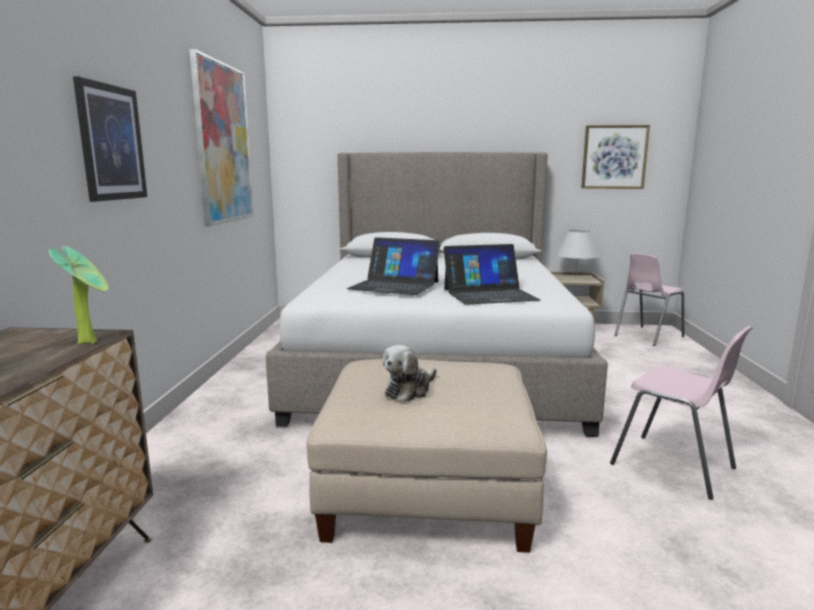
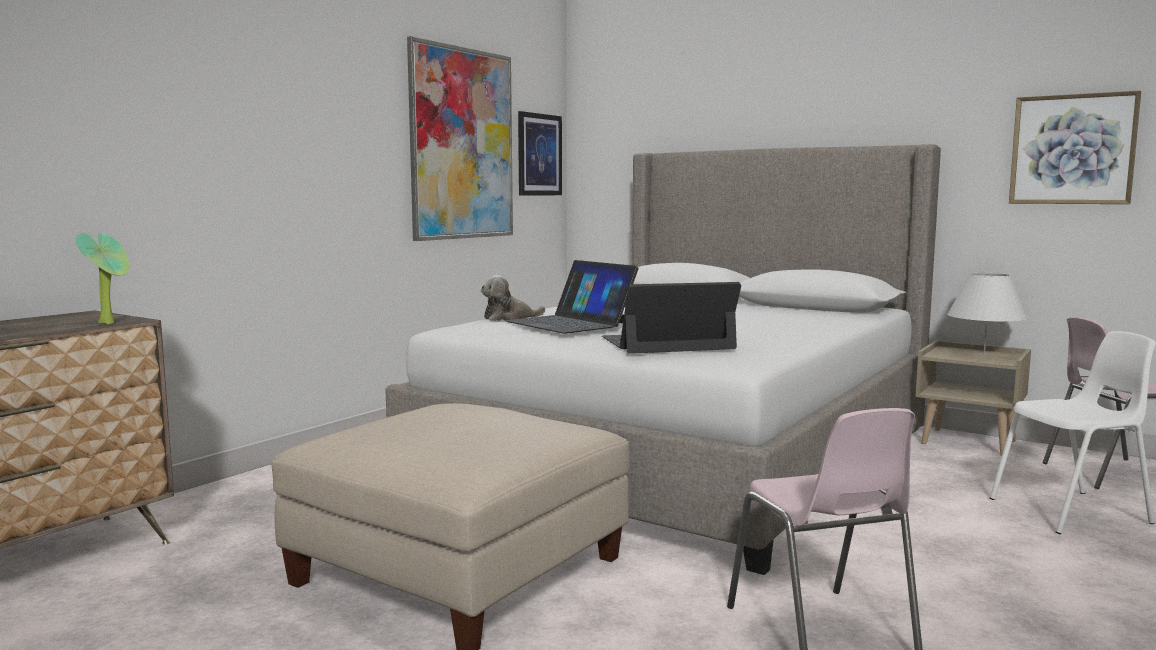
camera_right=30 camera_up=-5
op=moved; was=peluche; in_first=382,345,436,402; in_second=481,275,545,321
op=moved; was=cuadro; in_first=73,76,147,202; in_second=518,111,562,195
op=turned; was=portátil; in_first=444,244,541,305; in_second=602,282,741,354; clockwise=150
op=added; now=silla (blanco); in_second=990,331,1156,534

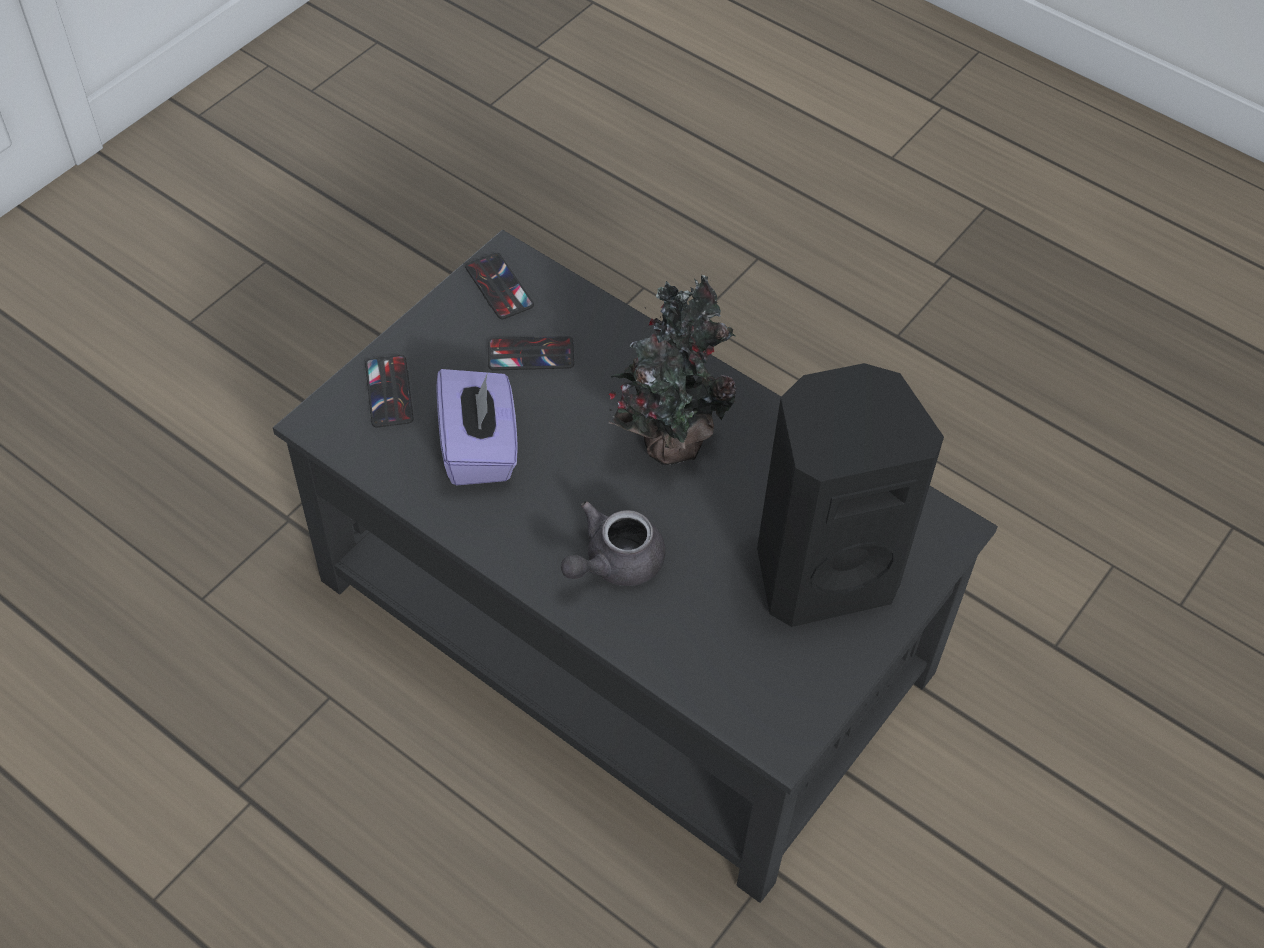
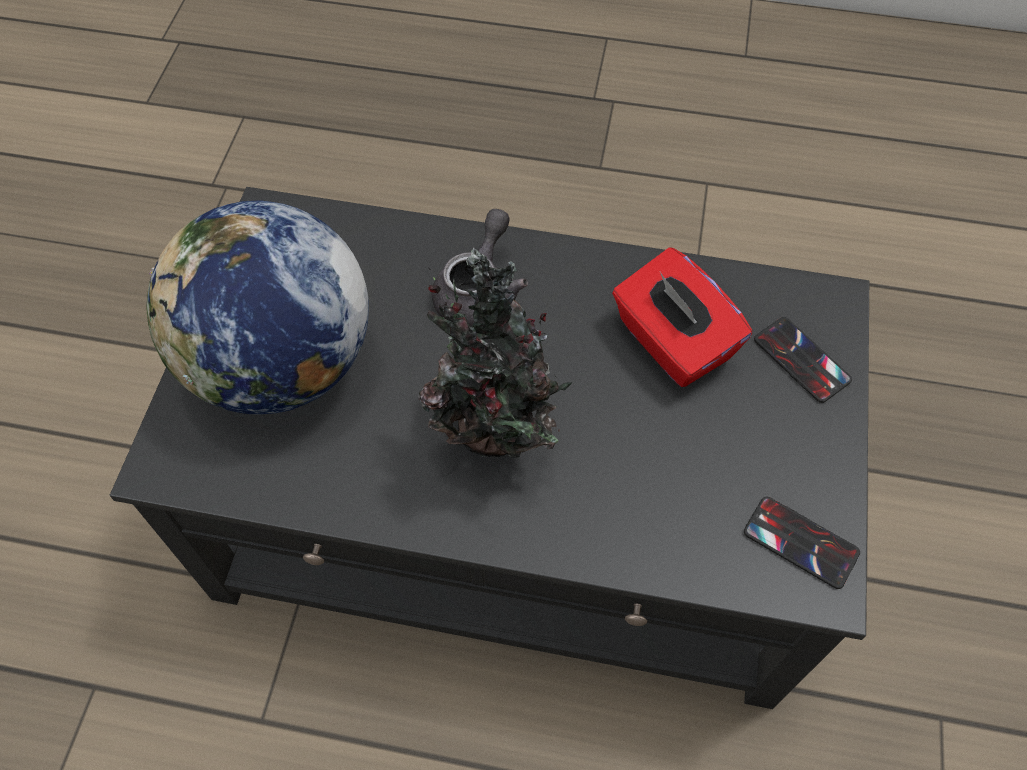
camera_right=155 camera_up=5
op=replaced; was=altavoz (negro); now=globo terráqueo; in_first=757,363,944,627; in_second=146,200,369,415
op=recoloured; was=caja de pañuelos (morado); now=caja de pañuelos (rojo); in_first=436,369,518,486; in_second=612,247,752,387
op=removed; was=móvil; in_first=488,336,574,371

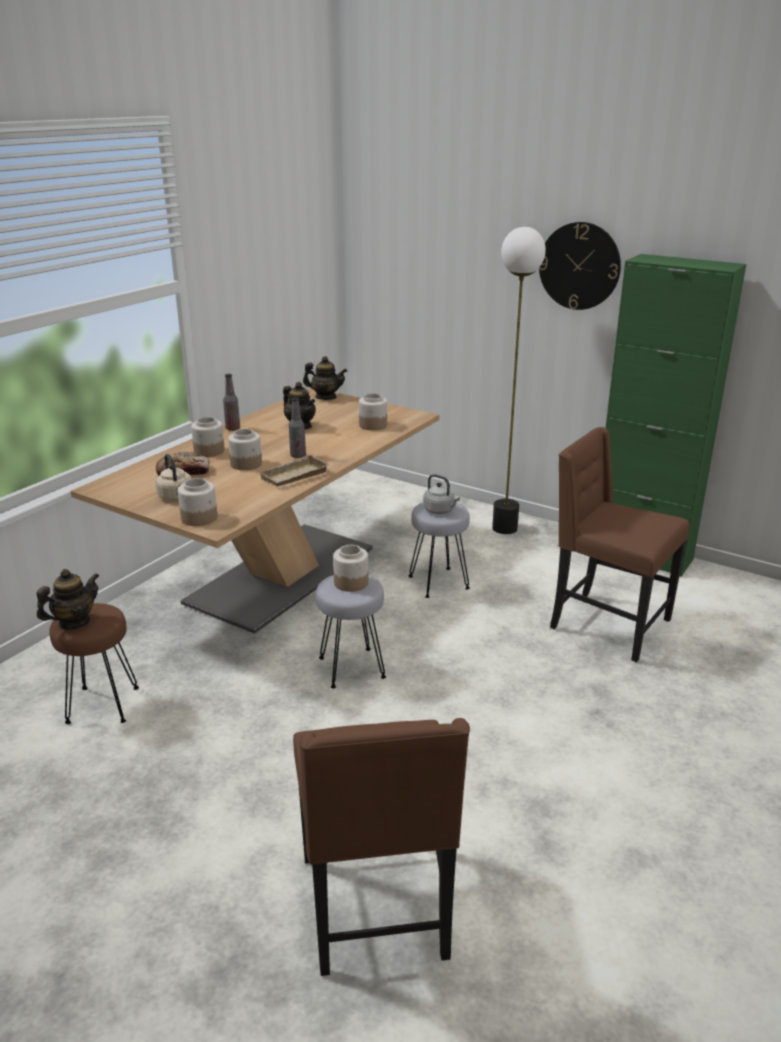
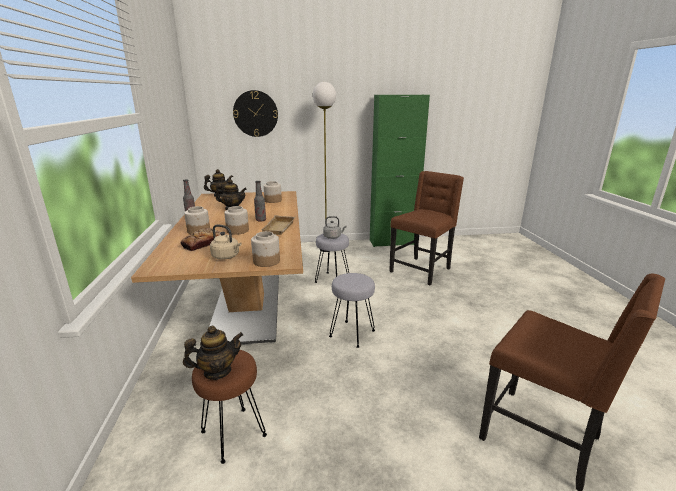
camera_right=-40 camera_up=-5
op=turned; was=tetera; in_first=37,569,99,629; in_second=183,326,244,380; clockwise=60
op=moved; was=reloj de pared; in_first=539,222,621,310; in_second=233,90,278,137
op=turned; was=silla (marrón); in_first=550,427,690,662; in_second=389,171,464,286; clockwise=135
op=removed; was=tarro; in_first=333,545,369,592

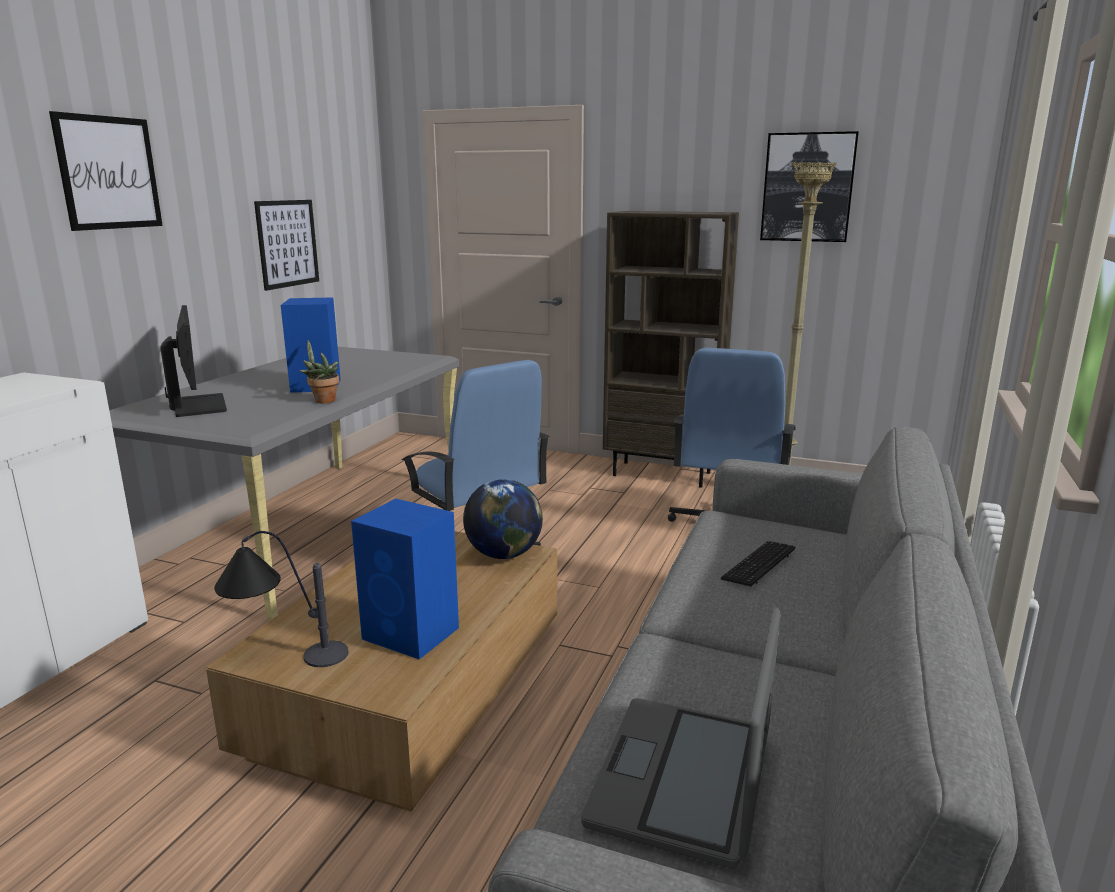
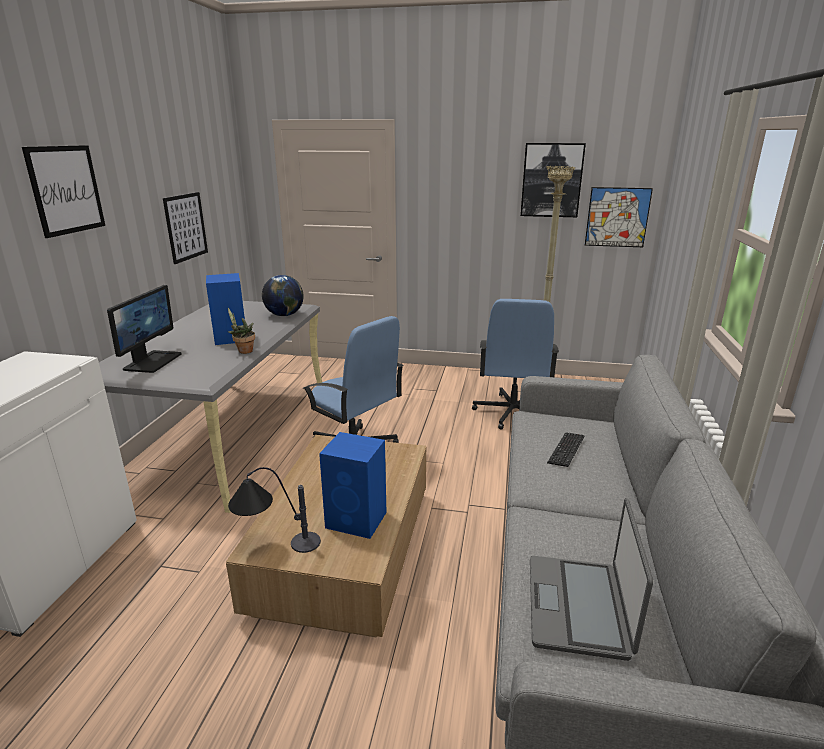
camera_right=-10 camera_up=5
op=turned; was=monitor; in_first=160,305,227,417; in_second=107,285,182,373; clockwise=45
op=moved; was=globo terráqueo; in_first=463,479,543,559; in_second=262,275,304,316
op=added; now=cuadro; in_second=585,187,653,247
op=removed; was=estantería (marrón); in_first=603,211,739,487

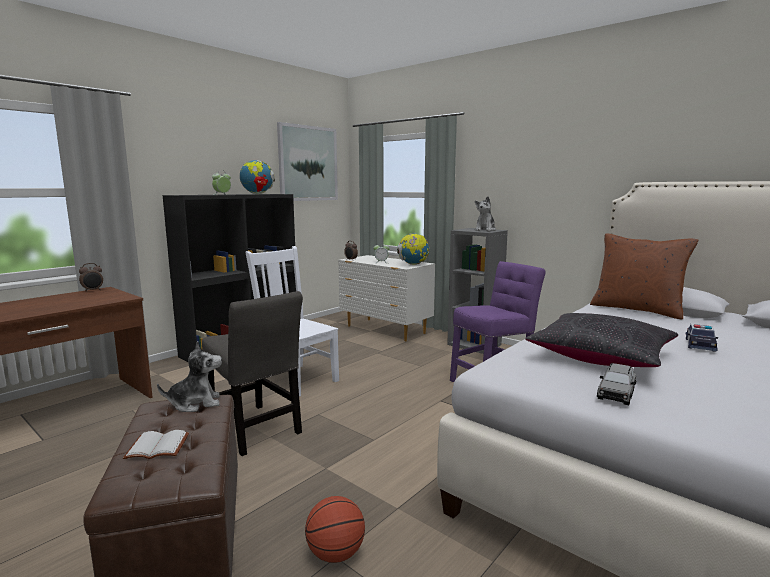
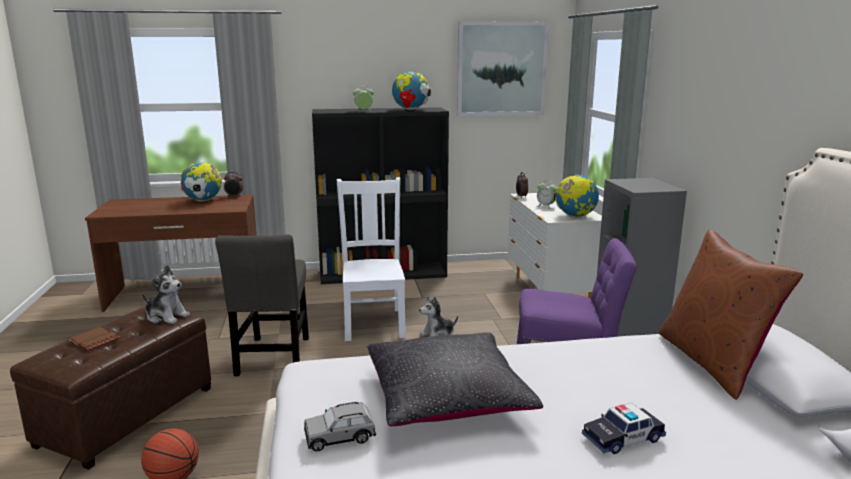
camera_right=40 camera_up=5
op=recoloured; was=libro (blanco); now=libro (marrón); in_first=123,430,189,459; in_second=67,327,120,350
op=added; now=globo terráqueo; in_second=181,163,222,202
op=moved; was=peluche; in_first=475,196,496,231; in_second=419,297,458,337

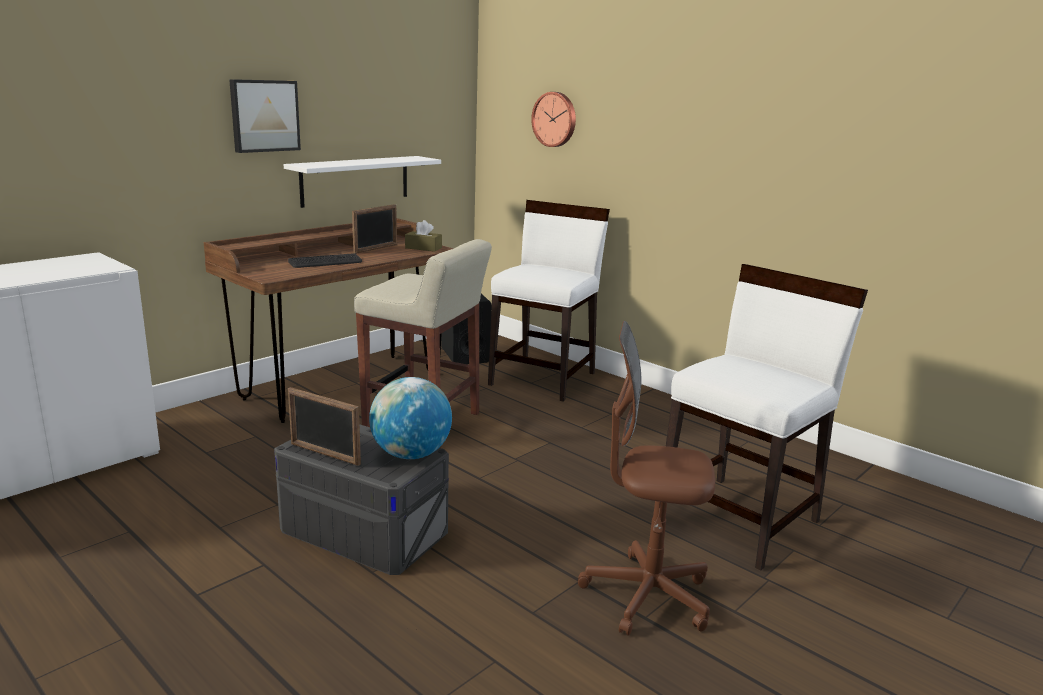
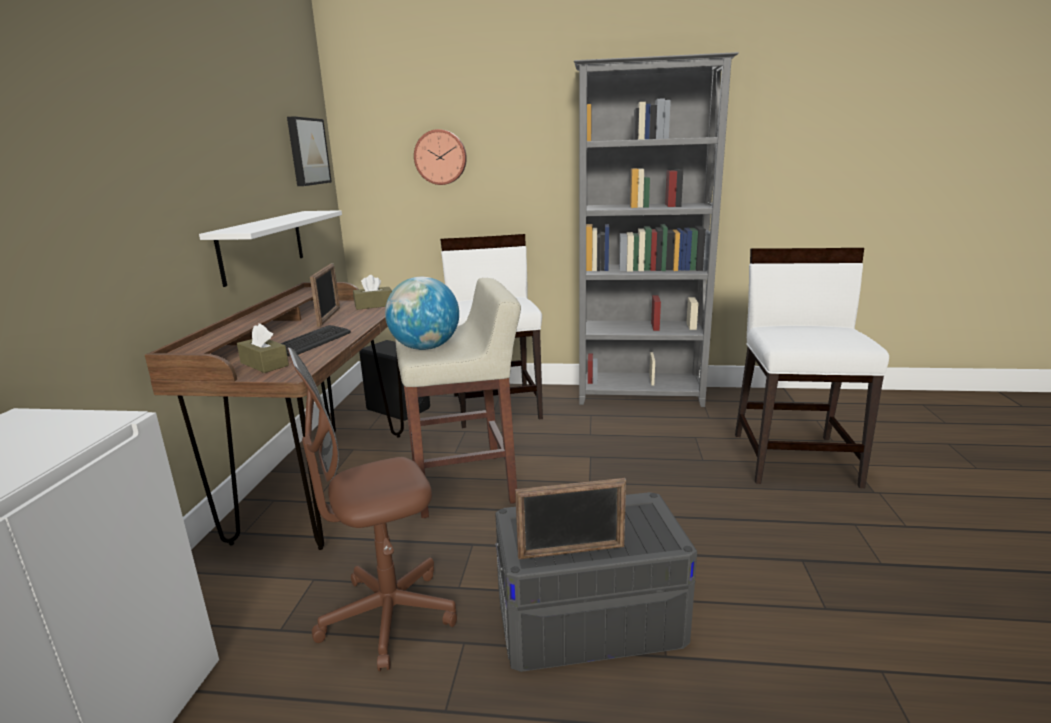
camera_right=-35 camera_up=0
op=added; now=caja de pañuelos (marrón); in_second=237,324,289,373
op=moved; was=cuadro; in_first=229,79,301,153; in_second=287,116,332,186
op=moved; was=silla de oficina (marrón); in_first=578,321,715,636; in_second=288,347,457,671
op=moved; was=globo terráqueo; in_first=369,377,452,459; in_second=385,277,459,350
op=added; now=estantería (gris); in_second=574,52,739,407

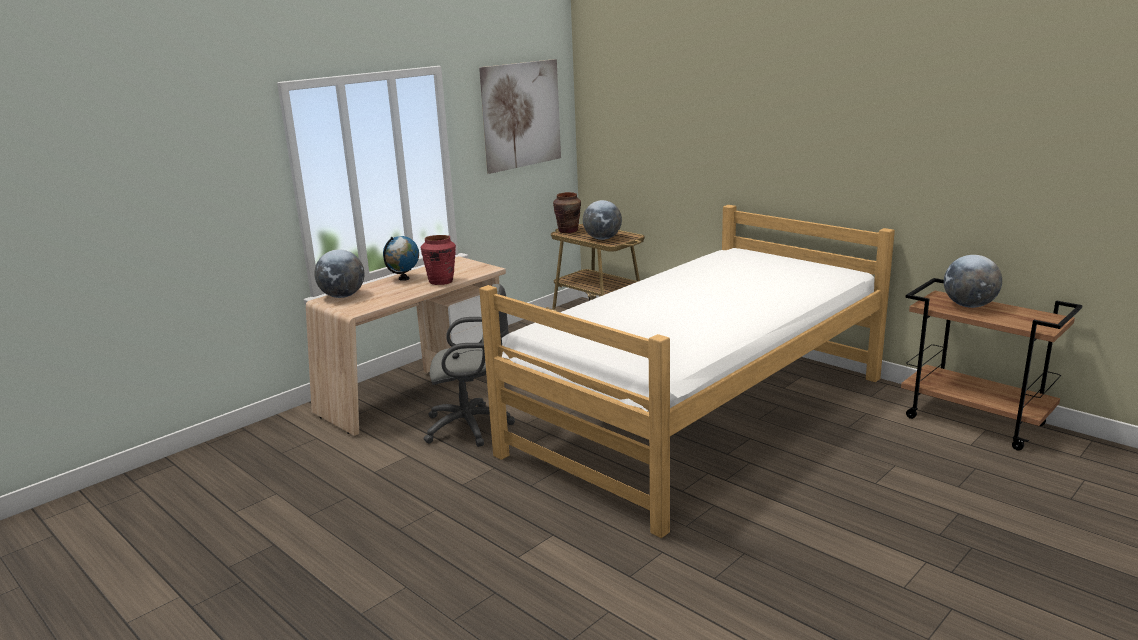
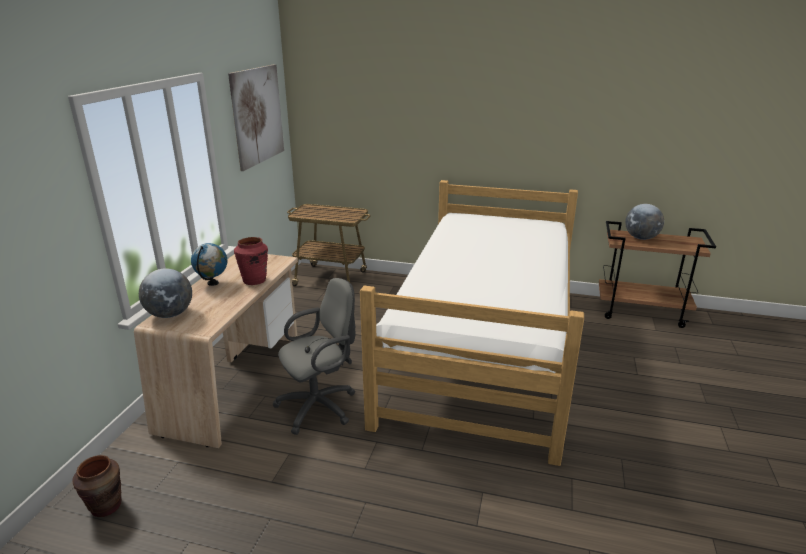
camera_right=-30 camera_up=5
op=moved; was=florero (marrón); in_first=553,192,581,233; in_second=72,455,121,517
op=removed; was=globo terráqueo; in_first=583,200,622,240

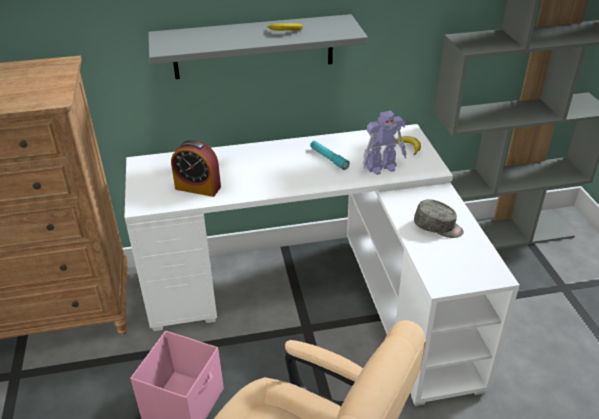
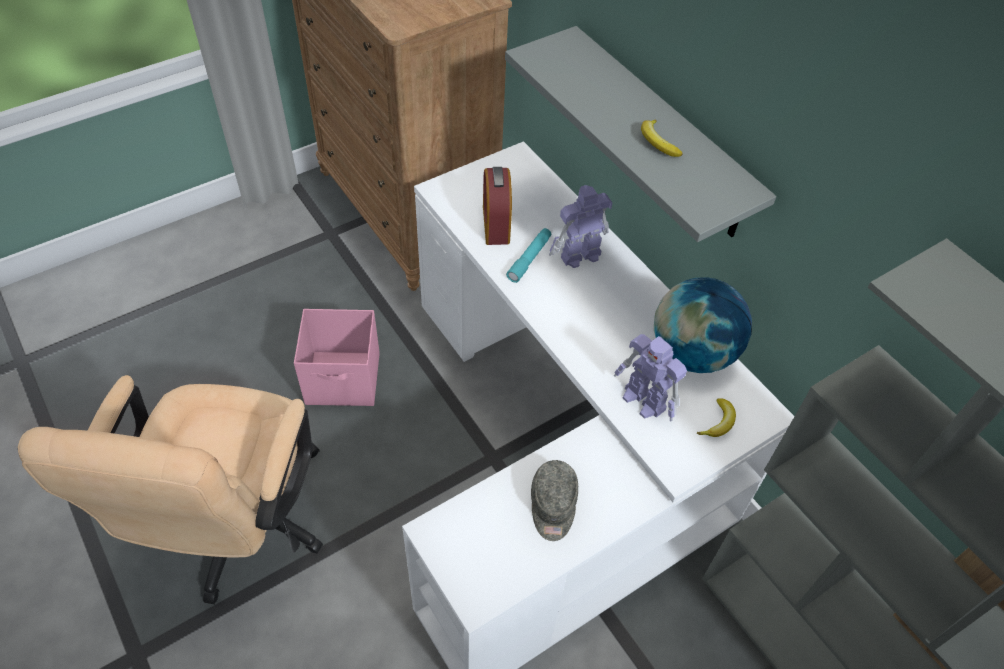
camera_right=65 camera_up=15
op=moved; was=linterna (turquesa); in_first=310,141,350,170; in_second=506,228,551,283
op=added; now=robot de juguete; in_second=549,185,612,268
op=added; now=globo terráqueo; in_second=654,277,752,373

